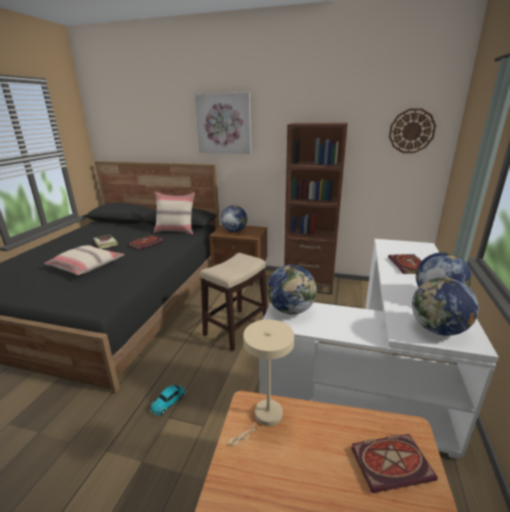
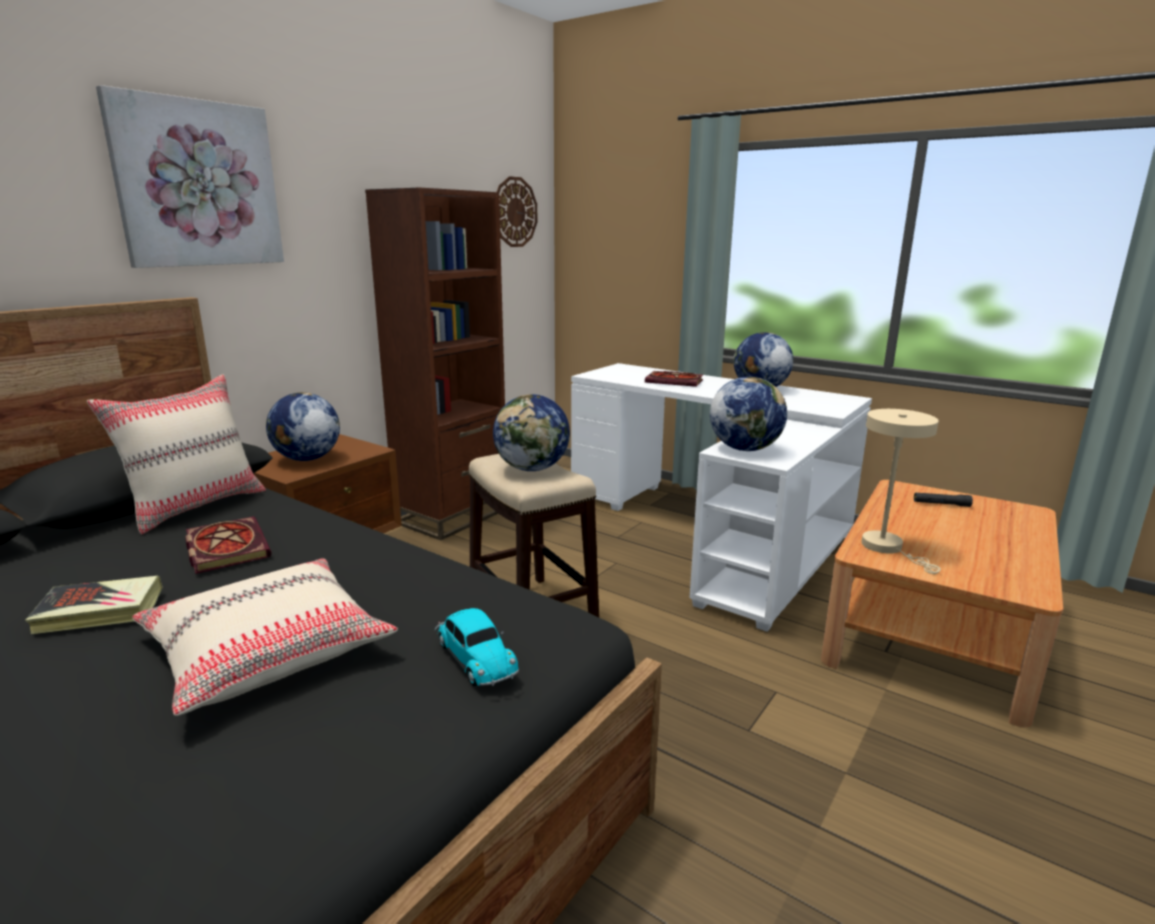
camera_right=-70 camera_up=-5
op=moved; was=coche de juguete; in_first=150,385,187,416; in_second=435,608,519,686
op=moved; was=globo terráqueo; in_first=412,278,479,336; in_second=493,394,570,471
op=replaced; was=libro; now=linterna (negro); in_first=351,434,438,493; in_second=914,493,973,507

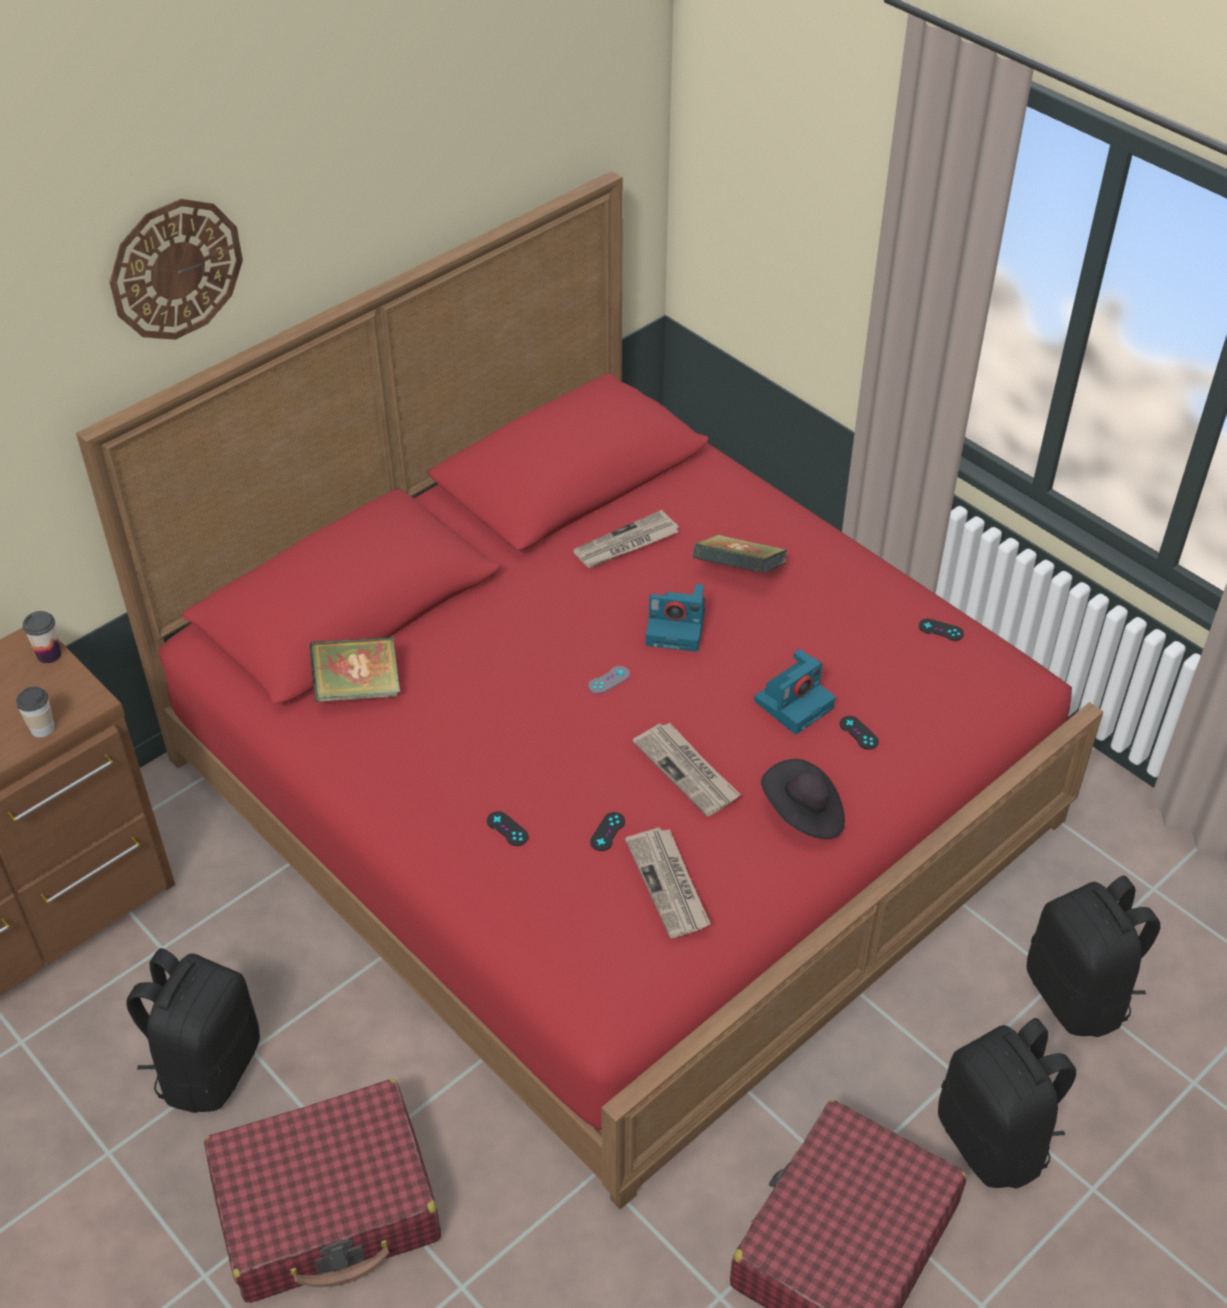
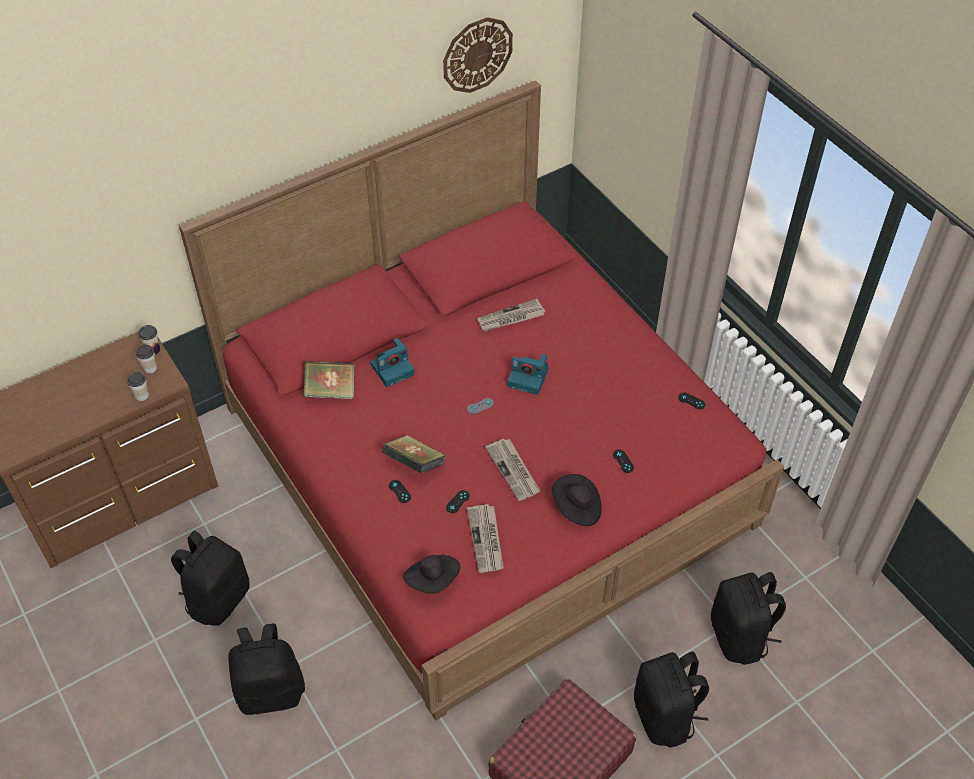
camera_right=10 camera_up=5
op=added; now=taza; in_second=136,345,157,374
op=replaced; was=maleta (rojo); now=mochila (negro); in_first=204,1079,441,1303; in_second=228,623,305,715
op=moved; was=cámara; in_first=754,649,835,734; in_second=370,338,415,387
op=moved; was=libro; in_first=693,535,787,573; in_second=382,435,446,473
op=added; now=sombrero (negro); in_second=403,555,460,594
op=moved; was=reloj de pared; in_first=110,199,243,340; in_second=443,17,513,93

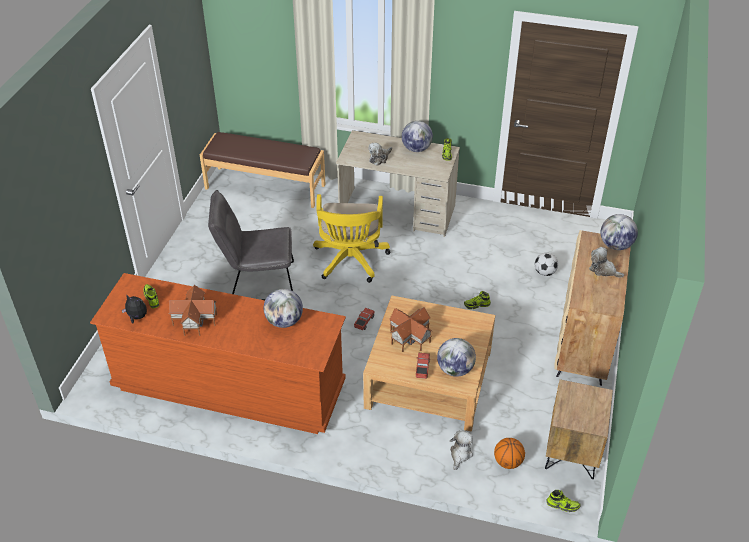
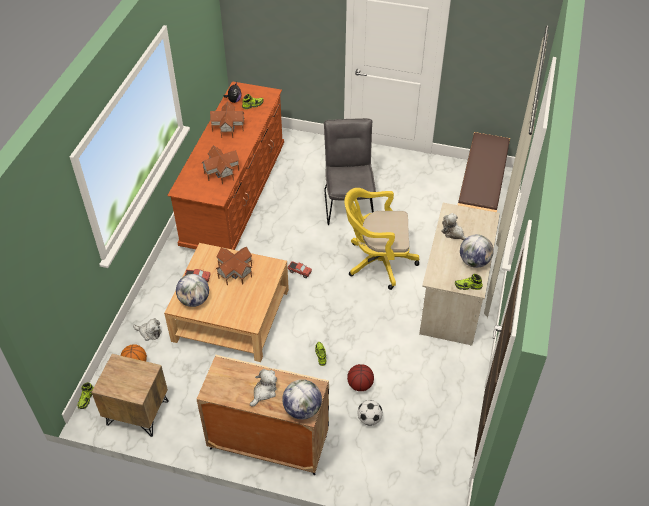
camera_right=90 camera_up=5
op=replaced; was=globo terráqueo; now=casita; in_first=264,289,303,328; in_second=202,146,239,184
op=added; now=balón de baloncesto; in_second=347,364,374,391

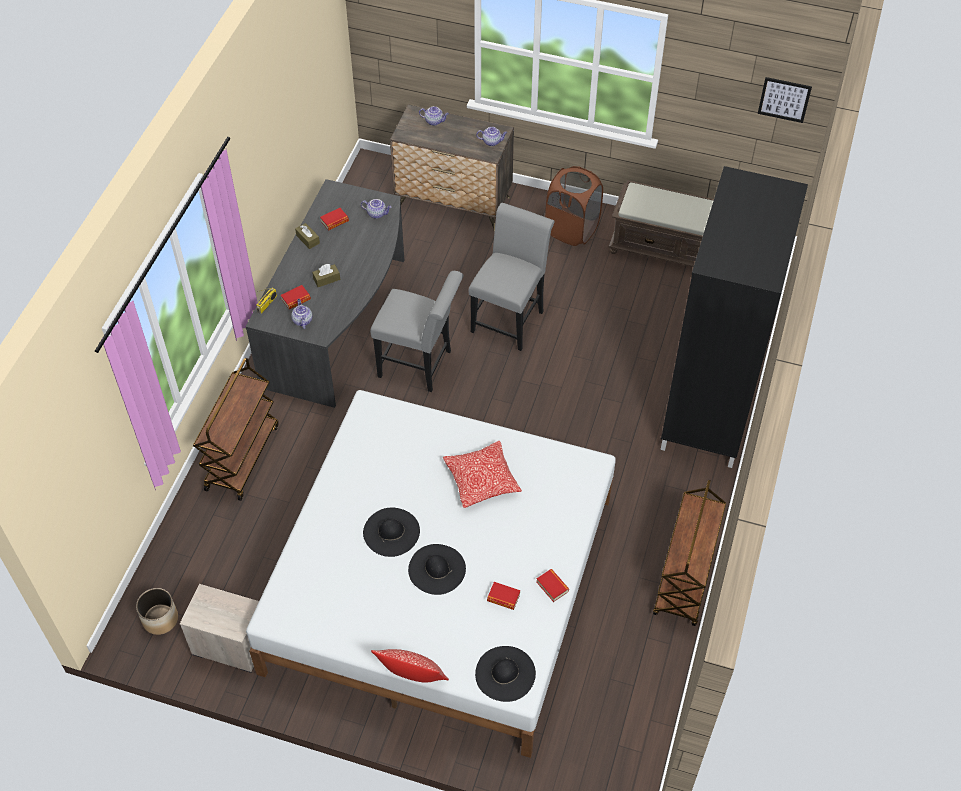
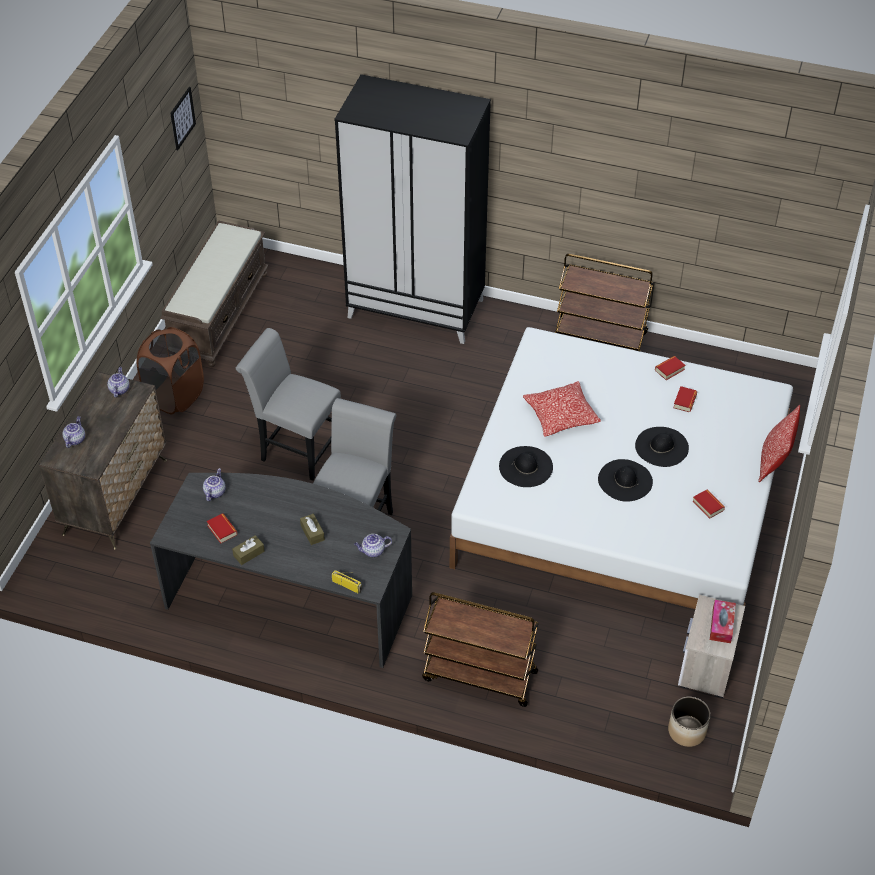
camera_right=-90 camera_up=-5
op=moved; was=sombrero (negro); in_first=475,646,536,702; in_second=499,446,553,487
op=moved; was=libro; in_first=281,285,311,309; in_second=692,490,725,519
op=added; now=caja de pañuelos; in_second=710,600,736,643

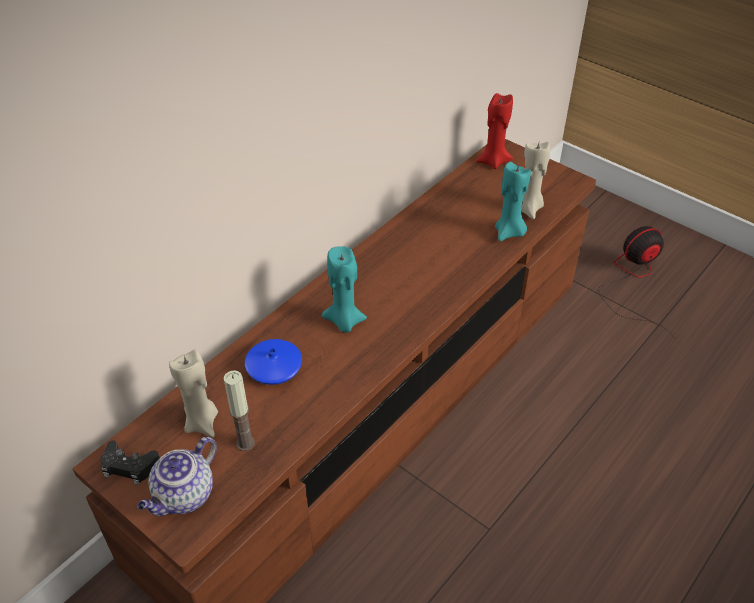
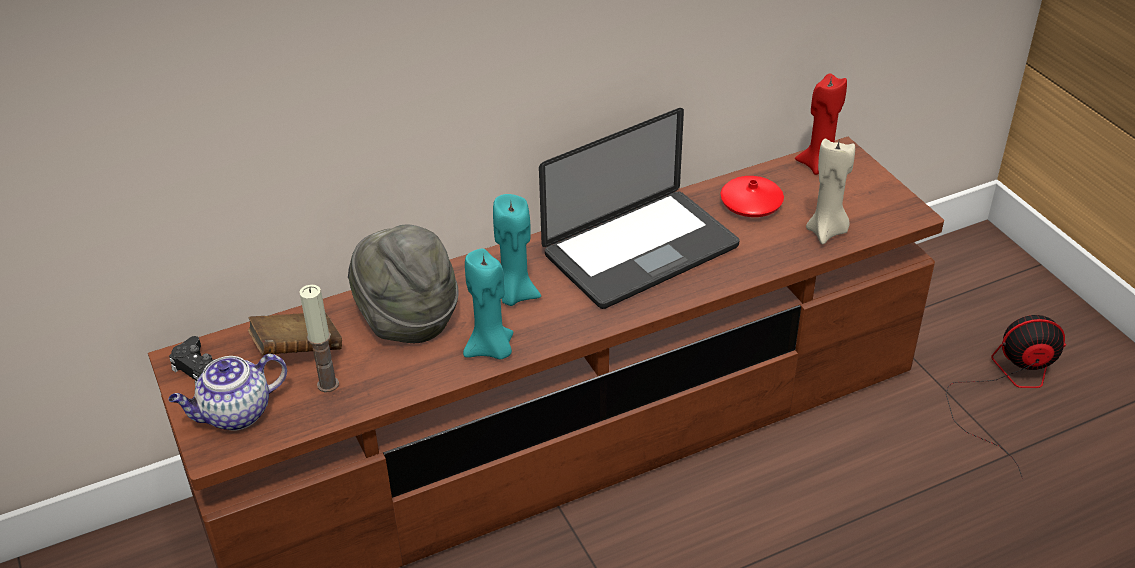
camera_right=25 camera_up=-5
op=replaced; was=vela (beis); now=libro (marrón); in_first=169,349,218,437; in_second=248,313,342,355
op=replaced; was=florero (azul); now=sombrero (gris); in_first=245,339,302,385; in_second=348,224,459,343
op=moved; was=vela (turquesa); in_first=495,162,531,241; in_second=463,249,513,360
op=added; now=portátil; in_second=539,108,739,309
op=added; now=florero (rojo); in_second=720,176,784,217

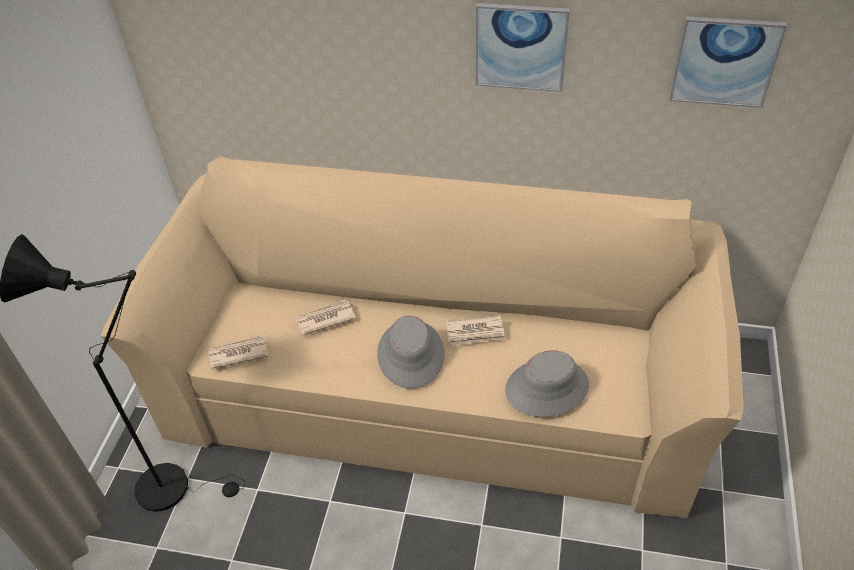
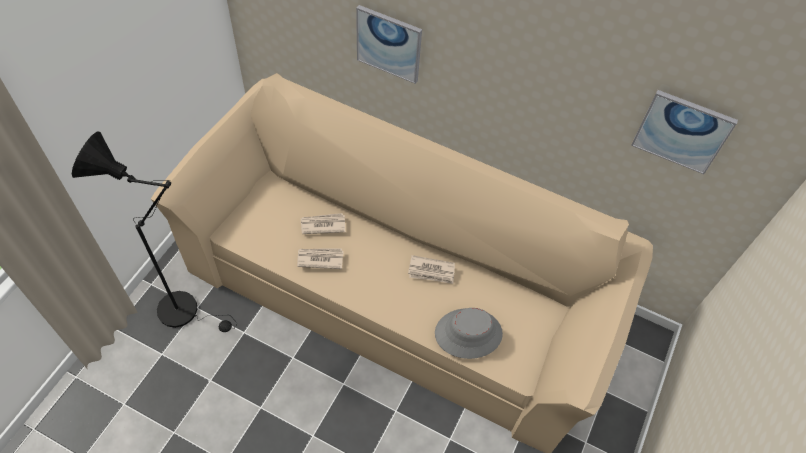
camera_right=10 camera_up=10
op=moved; was=periódico; in_first=208,335,268,369; in_second=297,249,344,269
op=moved; was=cuadro; in_first=476,3,570,92; in_second=356,5,422,84
op=removed; was=sombrero (gris); in_first=377,315,445,389

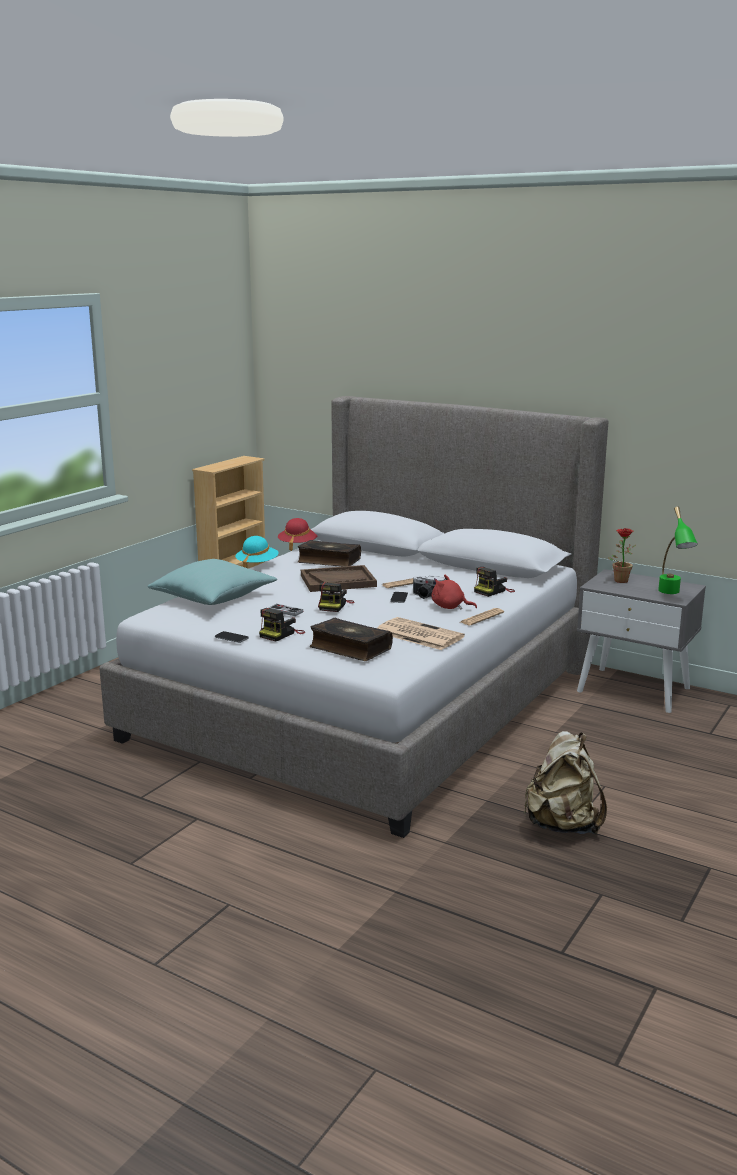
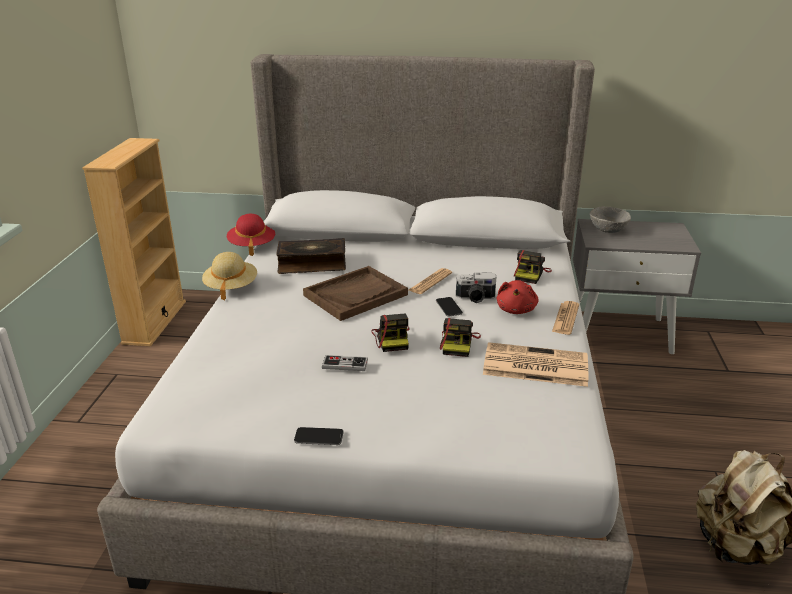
camera_right=-25 camera_up=10
op=recoloured; was=sombrero (turquesa); now=sombrero (beis); in_first=235,536,279,568; in_second=202,252,257,300
op=moved; was=cámara; in_first=259,608,305,642; in_second=440,318,481,357
op=turned; was=peluche (rojo); in_first=432,575,477,610; in_second=497,280,539,314; clockwise=-75
op=replaced; was=planta en maceta; now=cuenco (gris); in_first=608,528,636,583; in_second=590,206,631,233
op=removed; was=cojín (turquesa); in_first=147,559,277,605
op=removed; was=libro; in_first=310,618,393,661
op=removed; was=lámpara de mesa (verde); in_first=658,507,698,594

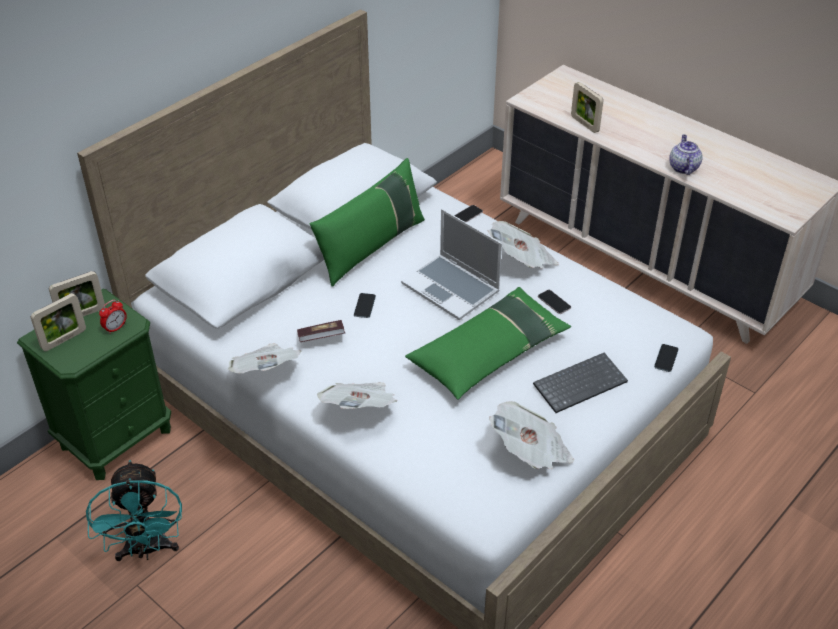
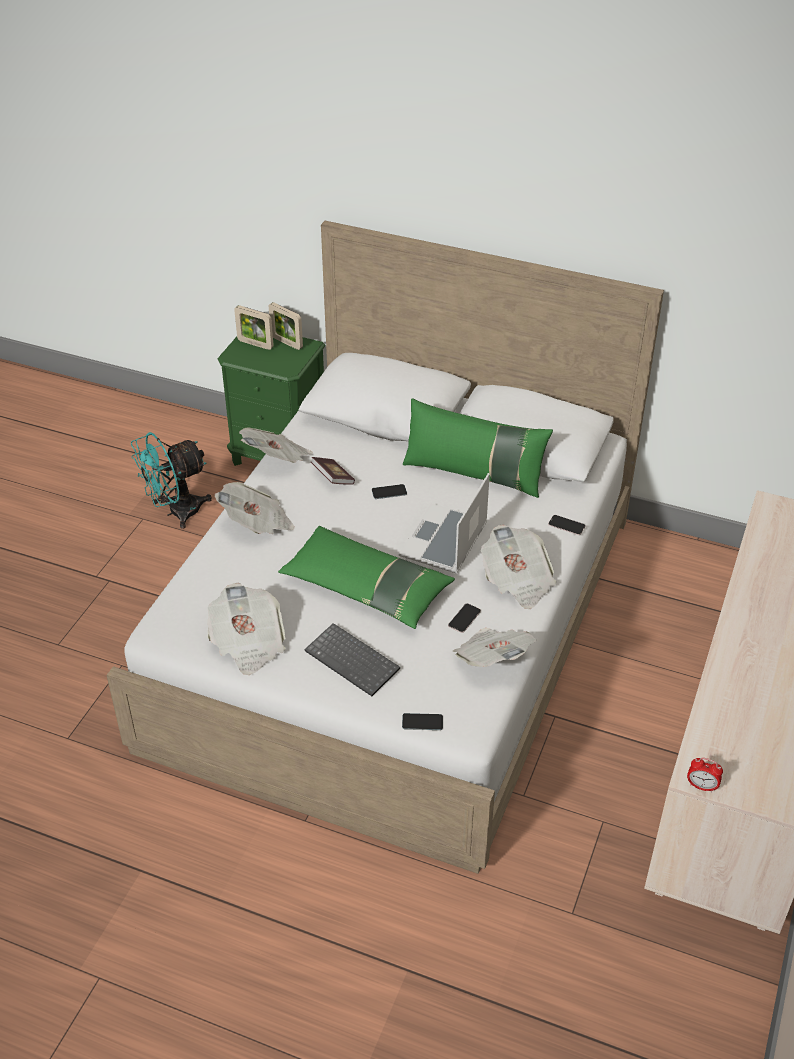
camera_right=70 camera_up=0
op=added; now=periódico; in_second=453,628,537,667
op=moved; was=despertador; in_first=99,300,127,334; in_second=687,758,723,793
op=removed; was=portarretratos; in_first=571,82,603,133
op=removed; was=tetera; in_first=669,134,702,175

